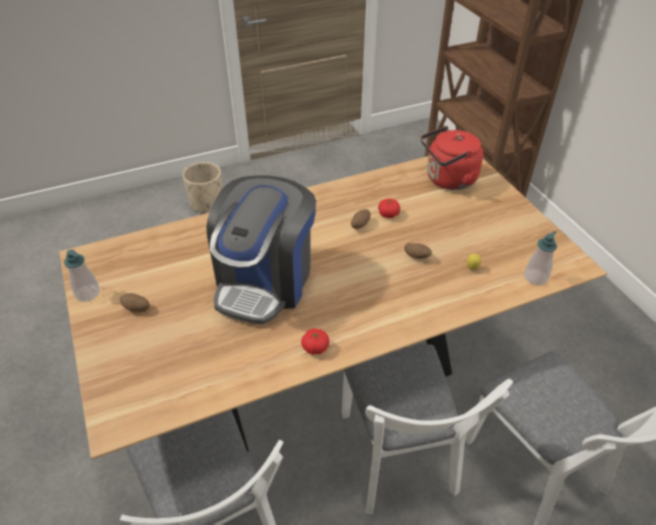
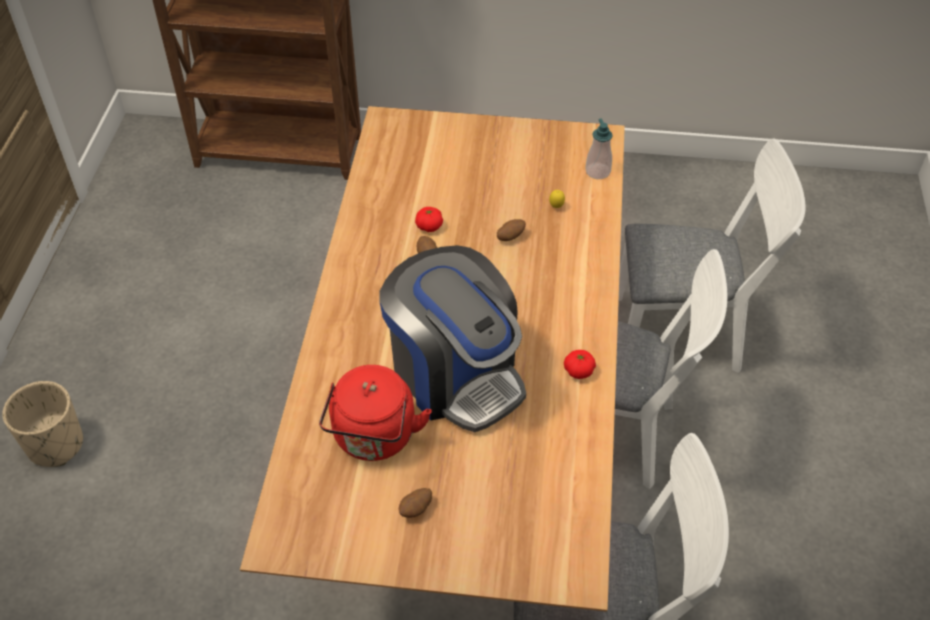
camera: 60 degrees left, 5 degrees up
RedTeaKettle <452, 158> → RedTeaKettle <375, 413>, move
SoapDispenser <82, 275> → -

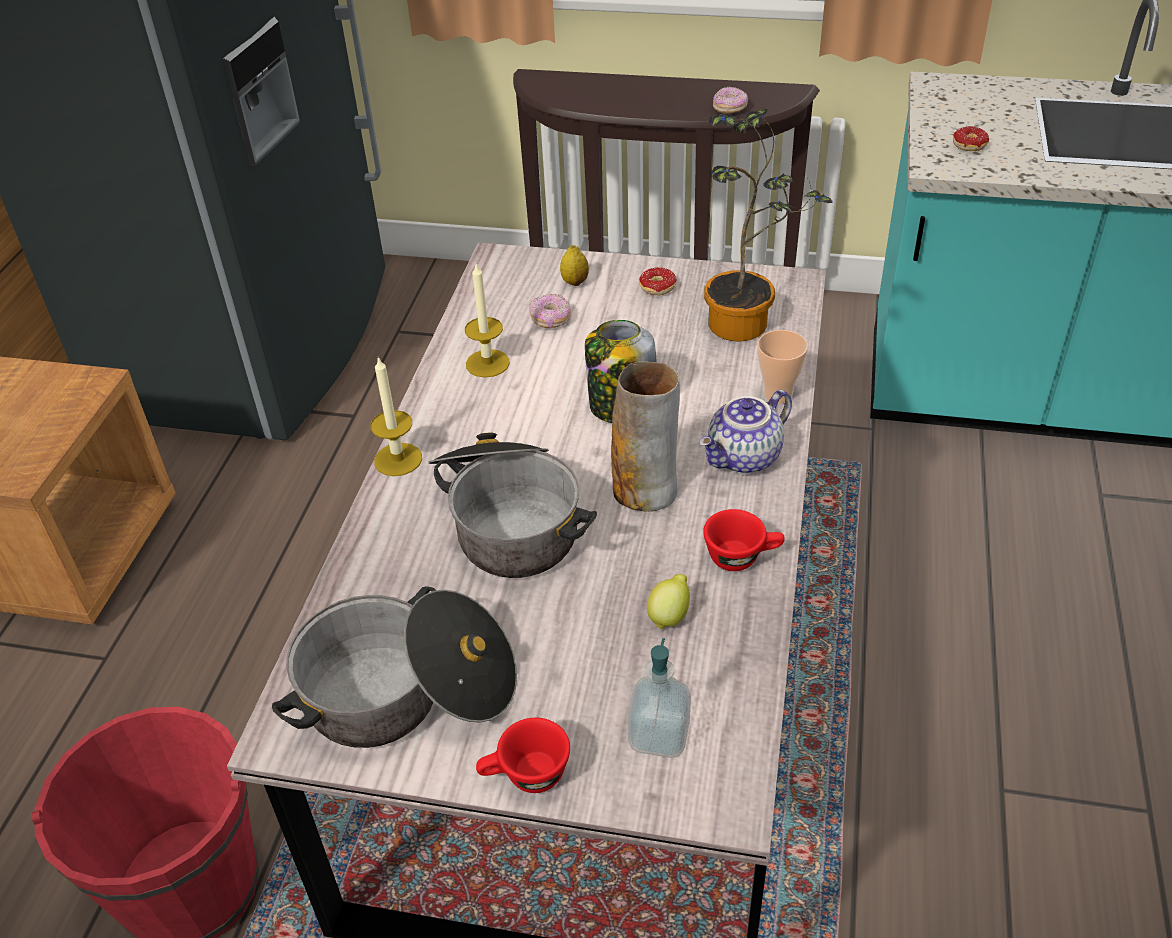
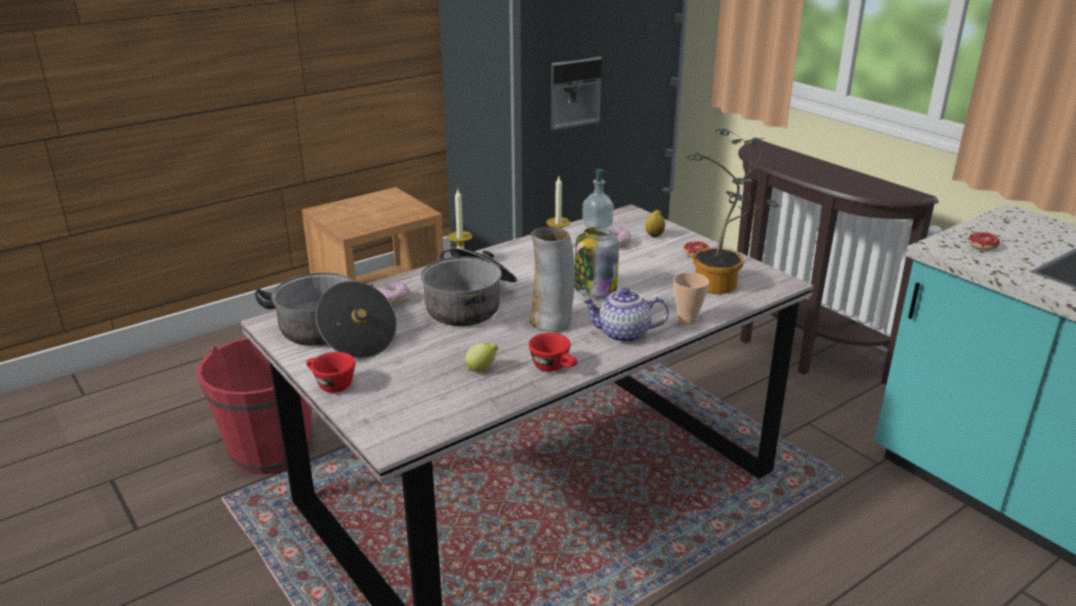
camera: 40 degrees right, 15 degrees down
RingDoughnut <730, 100> → RingDoughnut <394, 293>, move
SoapDispenser <659, 698> → SoapDispenser <598, 198>, move

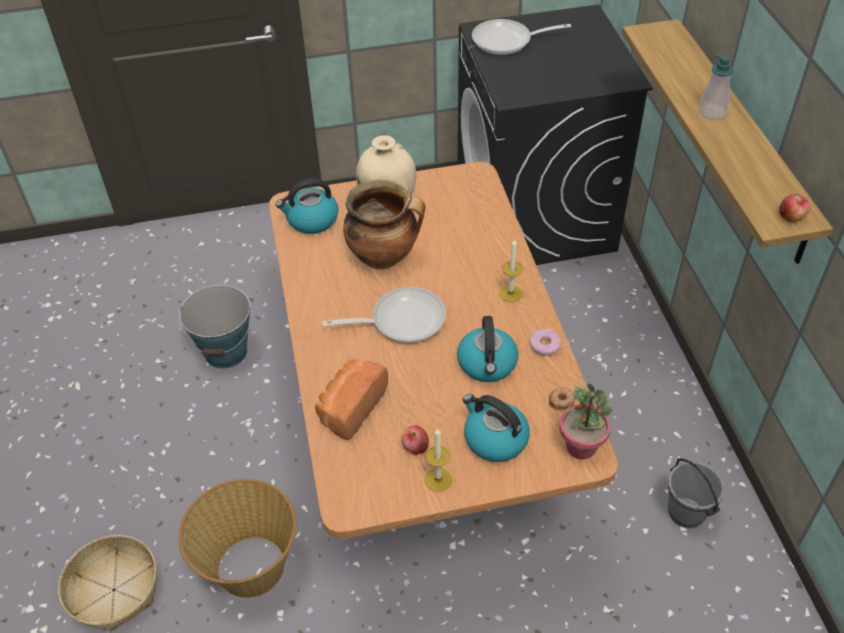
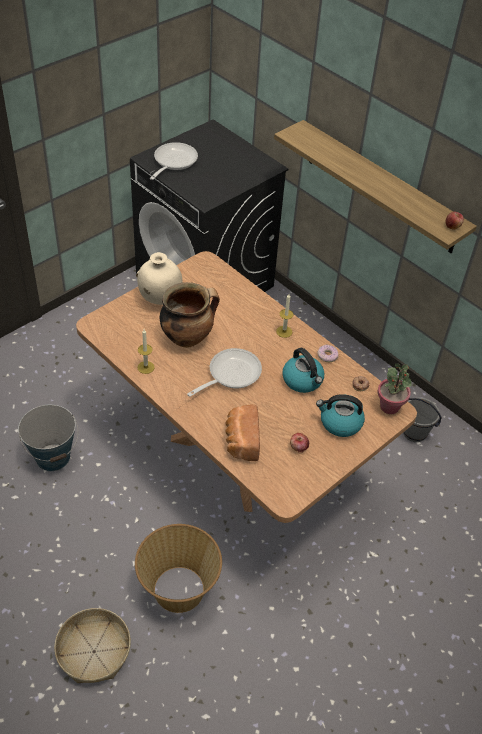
camera: 35 degrees left, 0 degrees up
WaxCandle <438, 460> → WaxCandle <146, 351>, move
FryingPan <521, 37> → FryingPan <174, 161>, 150 degrees clockwise
TeaKettle <307, 206> → -
SoapDispenser <716, 87> → -

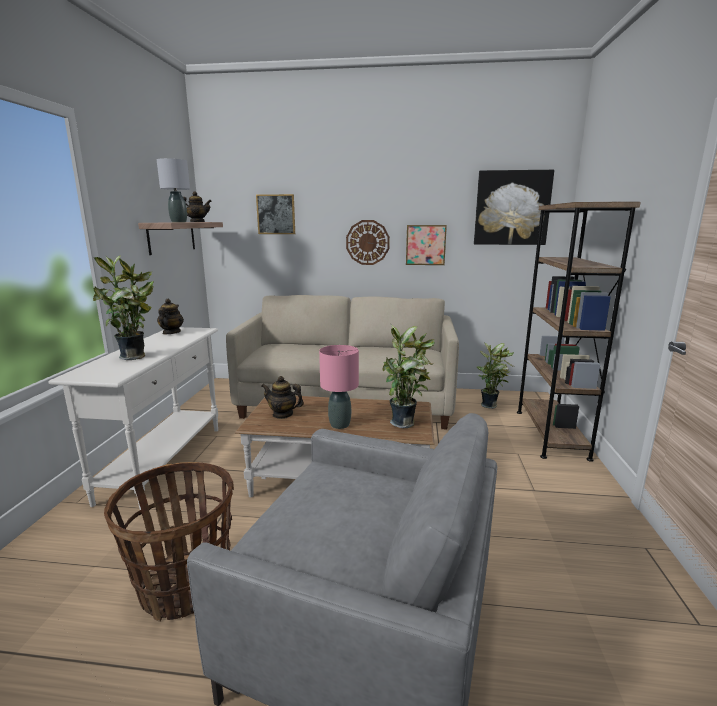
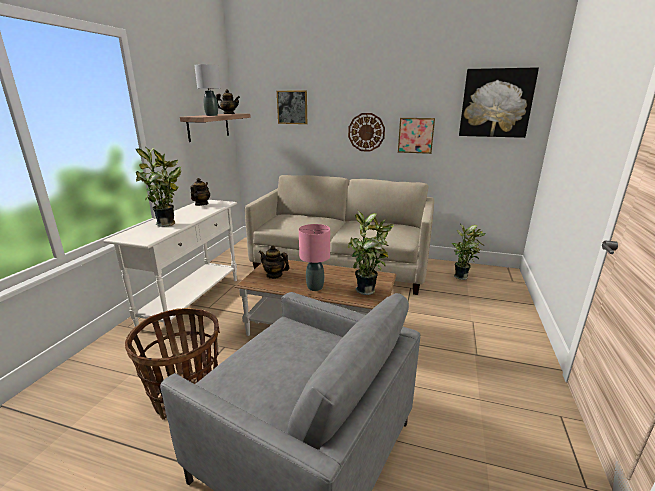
camera: 10 degrees right, 5 degrees up
BrownishBookcase <579, 332> → -

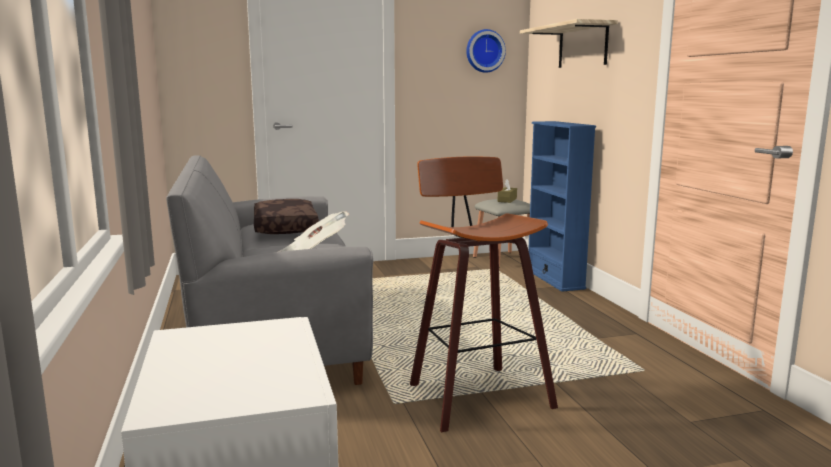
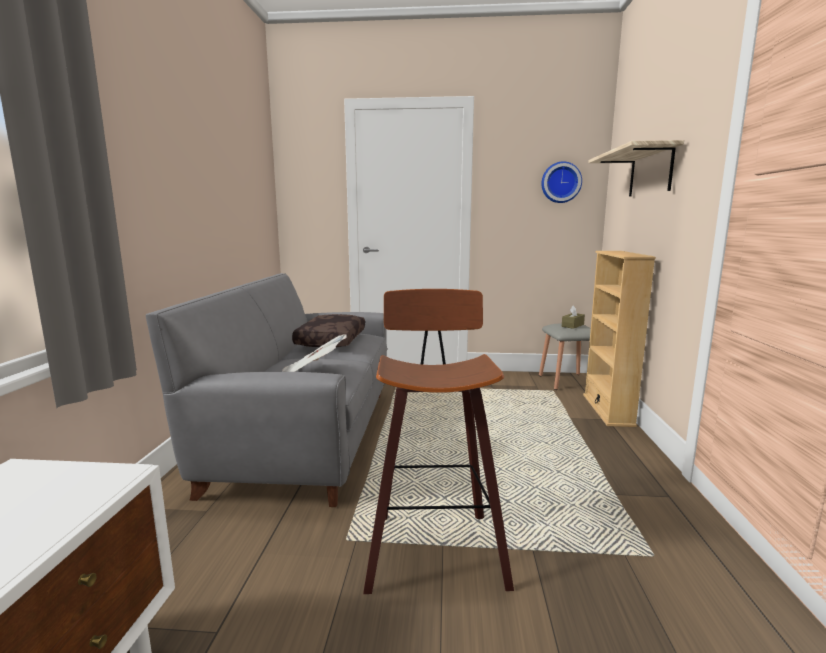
camera: 20 degrees right, 0 degrees up
BluishBookcase <562, 206> → BeigeBookcase <619, 339>

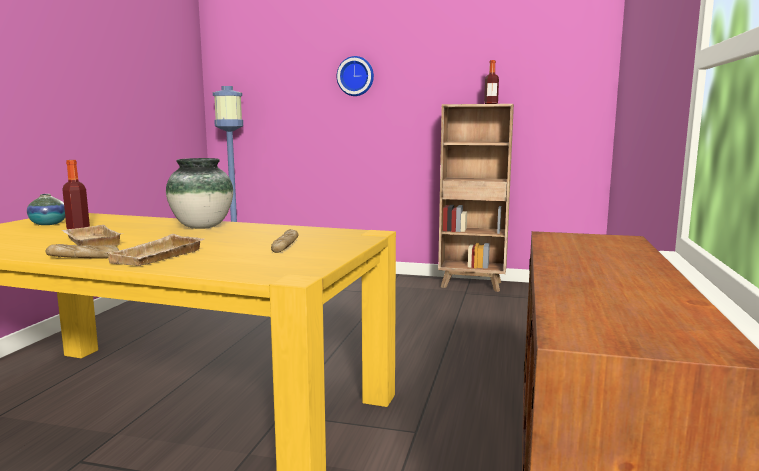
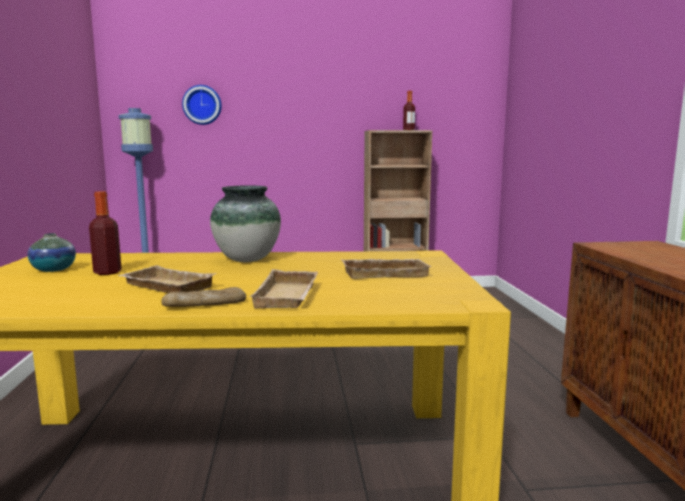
camera: 20 degrees left, 0 degrees up
ClockOnTheWall <355, 76> → ClockOnTheWall <202, 105>, move
BakedBread <285, 241> → BeigeTray <386, 269>

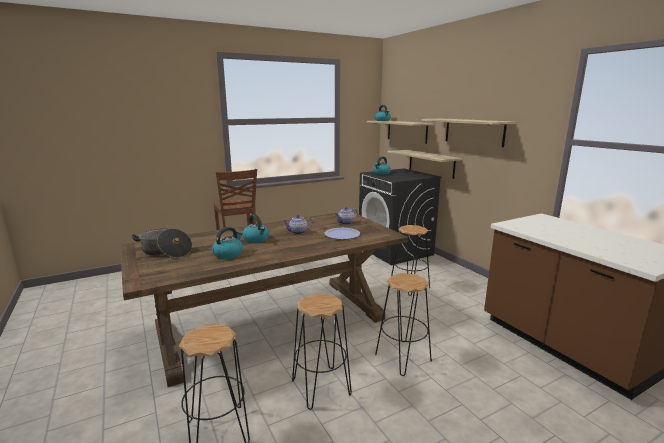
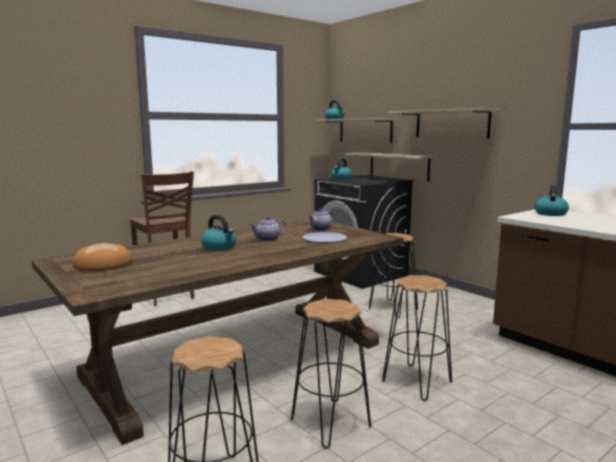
camera: 10 degrees left, 5 degrees down
CookingPot <162, 243> → BakedBread <102, 257>
TeaKettle <227, 243> → TeaKettle <551, 200>, move

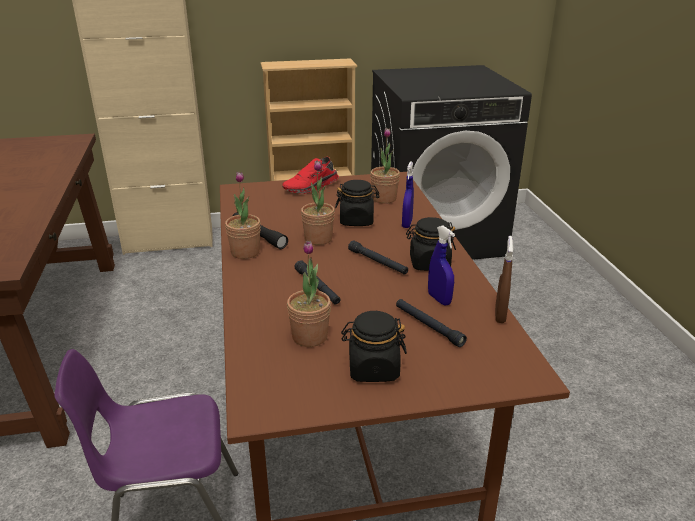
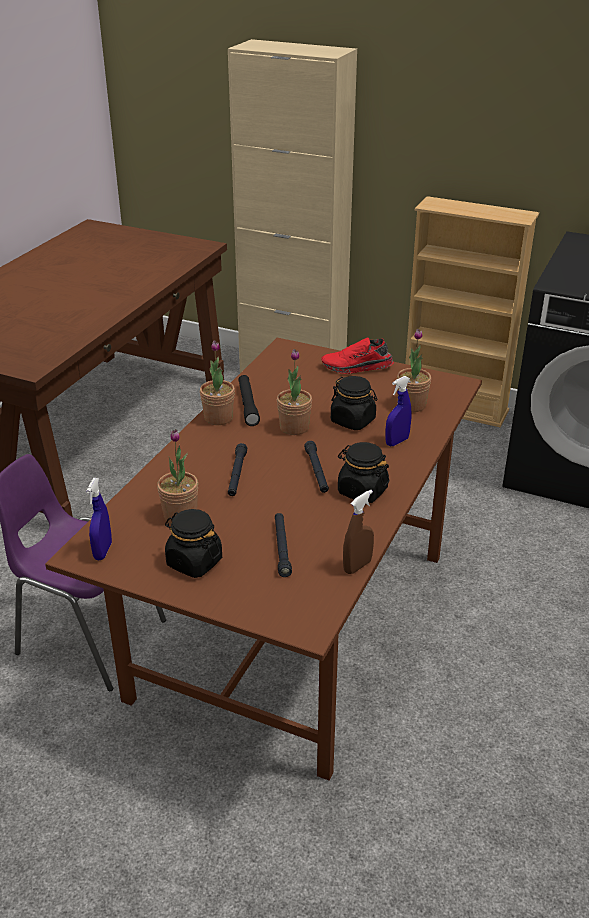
camera: 35 degrees right, 5 degrees up
BluishSprayBottle <441, 265> → BluishSprayBottle <99, 519>, move

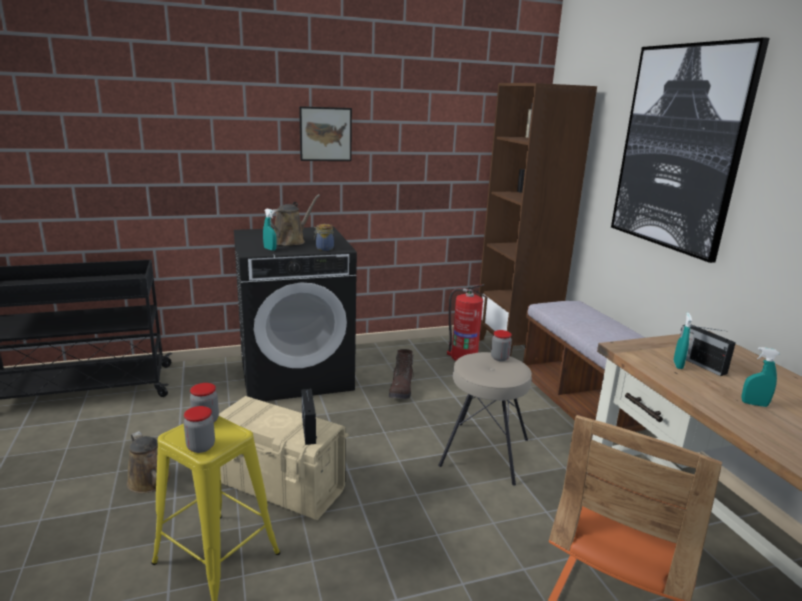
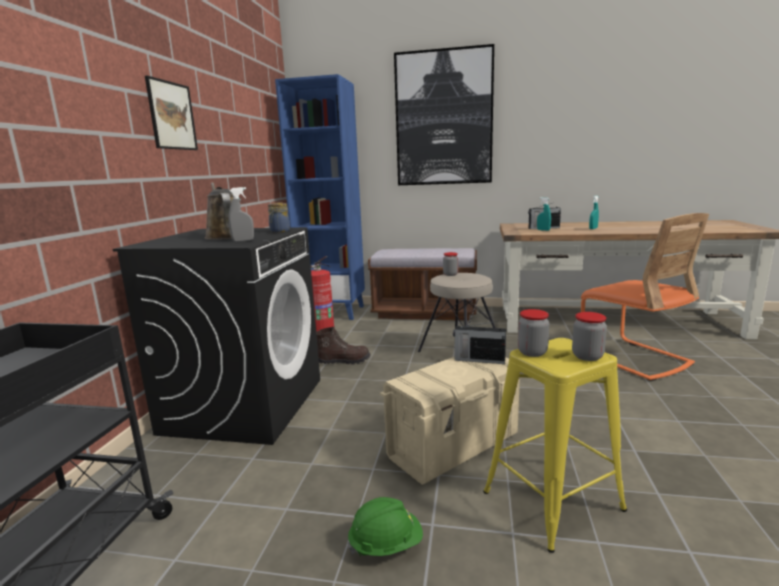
camera: 60 degrees left, 5 degrees down
TurquoiseSprayBottle <270, 229> → GreySprayBottle <241, 214>
BrownishBookcase <538, 219> → BluishBookcase <320, 197>
BrownishBoot <402, 374> → BrownishBoot <343, 345>, 45 degrees counterclockwise
BrownishSprinklingCan <149, 462> → GreenColouredWorkHelmet <385, 526>

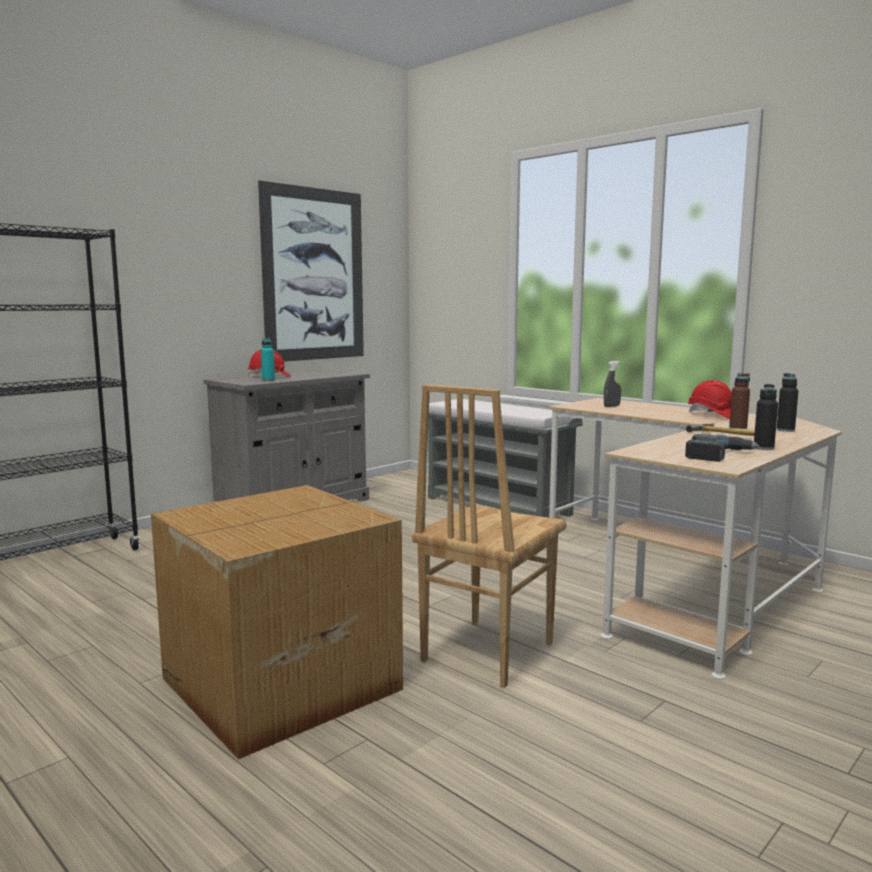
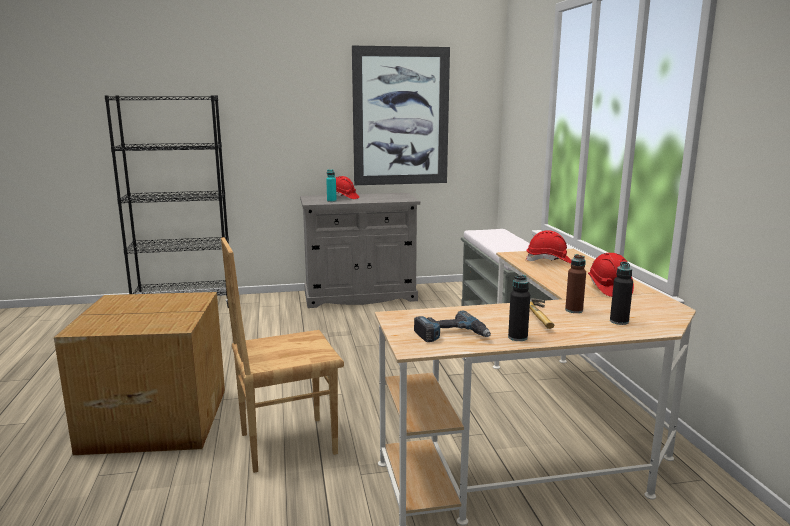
camera: 35 degrees right, 5 degrees up
GreySprayBottle <612, 384> → RedWorkHelmet <548, 247>

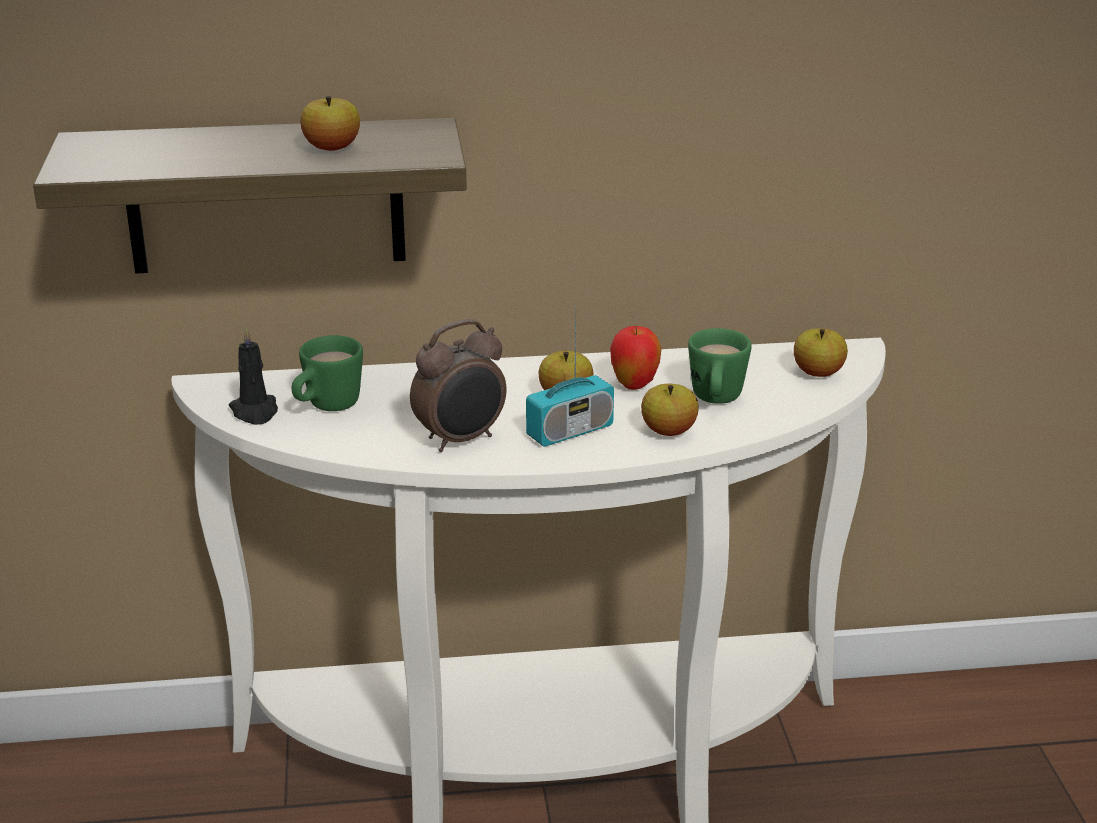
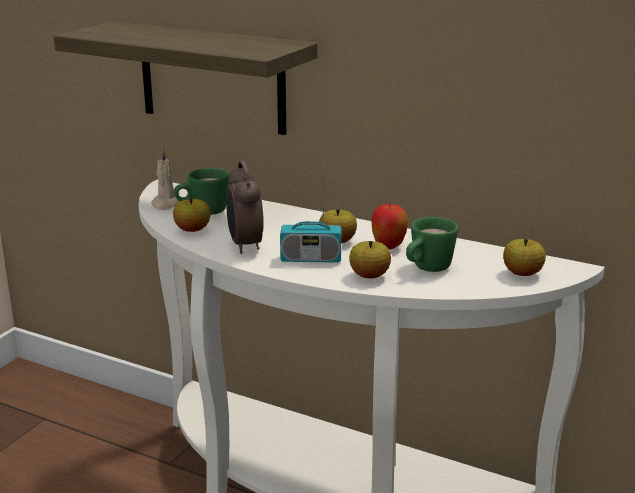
camera: 35 degrees right, 5 degrees down
BlackWaxCandle <253, 376> → BeigeWaxCandle <165, 179>
Apple <330, 123> → Apple <191, 215>, move
AlarmClock <458, 385> → AlarmClock <245, 207>, 75 degrees clockwise

